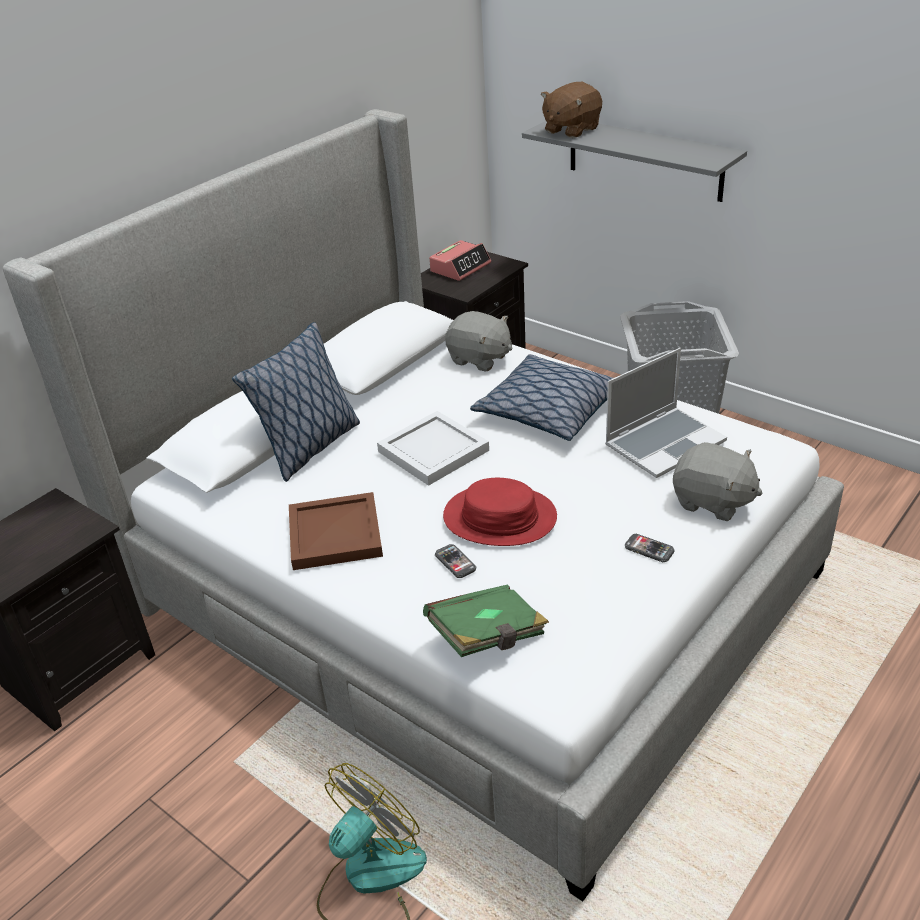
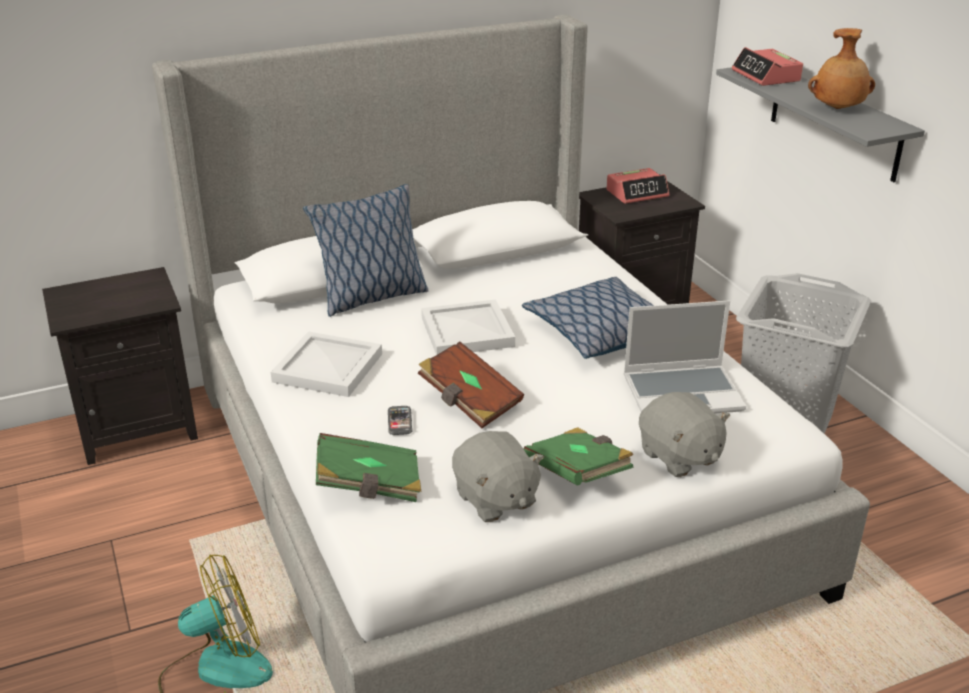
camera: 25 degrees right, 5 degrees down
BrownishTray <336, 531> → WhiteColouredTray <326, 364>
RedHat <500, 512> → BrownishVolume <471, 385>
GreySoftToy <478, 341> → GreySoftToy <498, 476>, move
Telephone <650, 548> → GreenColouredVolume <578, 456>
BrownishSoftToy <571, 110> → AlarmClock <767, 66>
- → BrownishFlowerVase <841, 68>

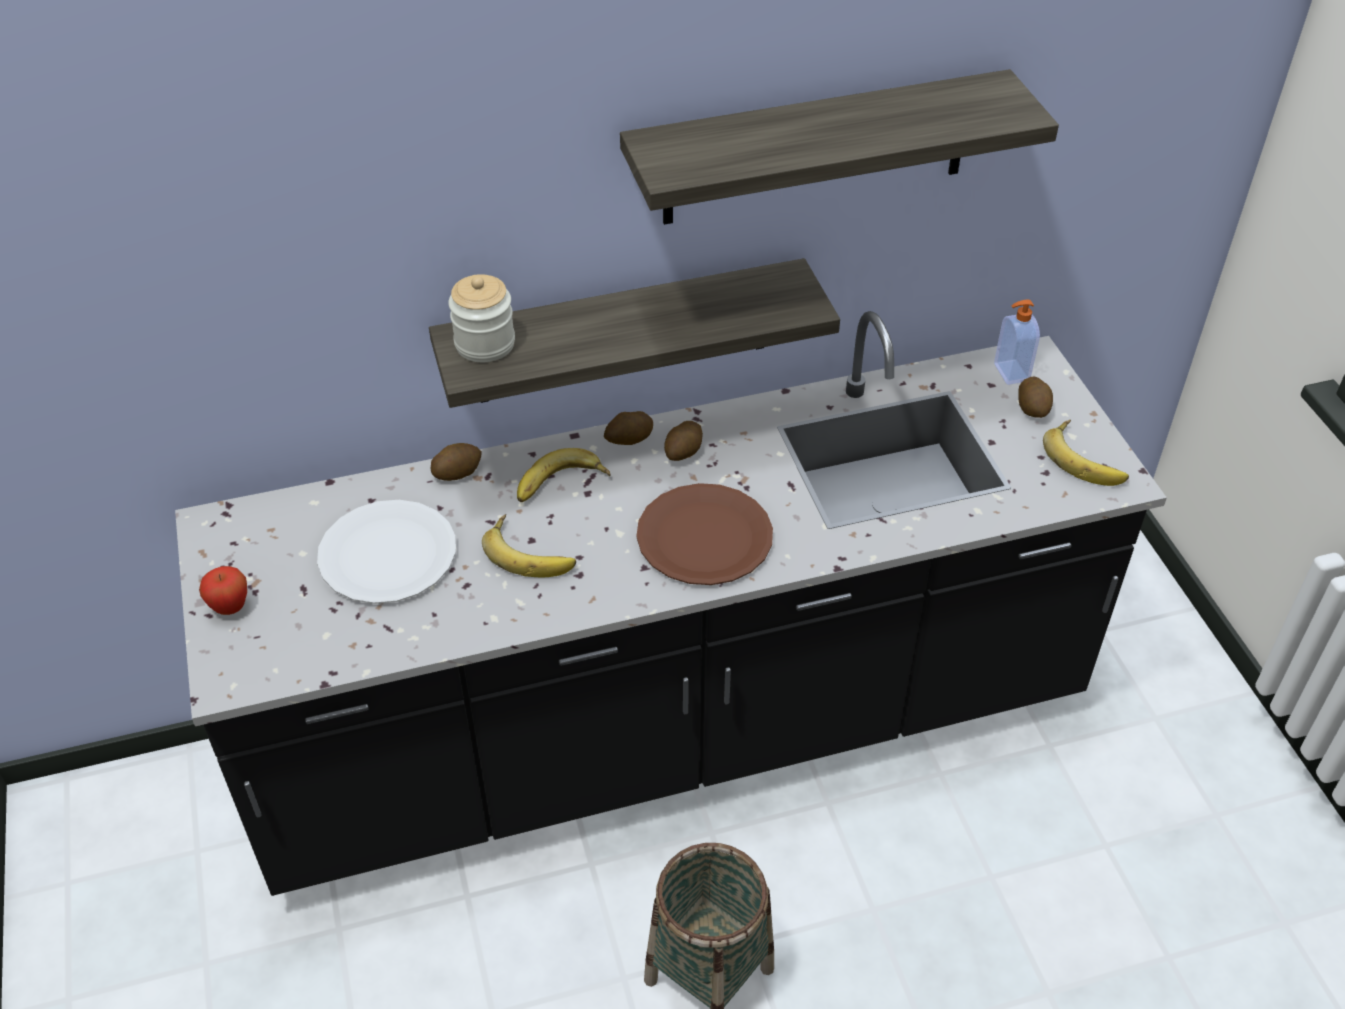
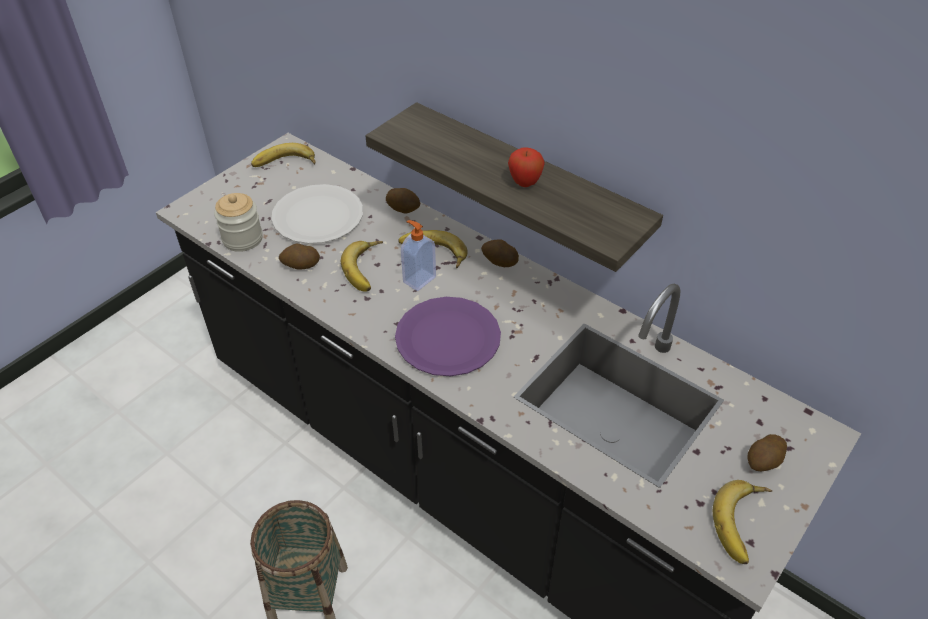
camera: 55 degrees right, 0 degrees up
Jar <481, 318> → Jar <238, 222>, move
- → WholeBanana <283, 155>
Potato <683, 441> → Potato <299, 256>, move
BrownishPlate <704, 534> → PurpleColouredPlate <448, 336>
SoapDispenser <1017, 342> → SoapDispenser <418, 255>, move
Apple <223, 590> → Apple <526, 167>, move
BracketShelf <839, 147> → -

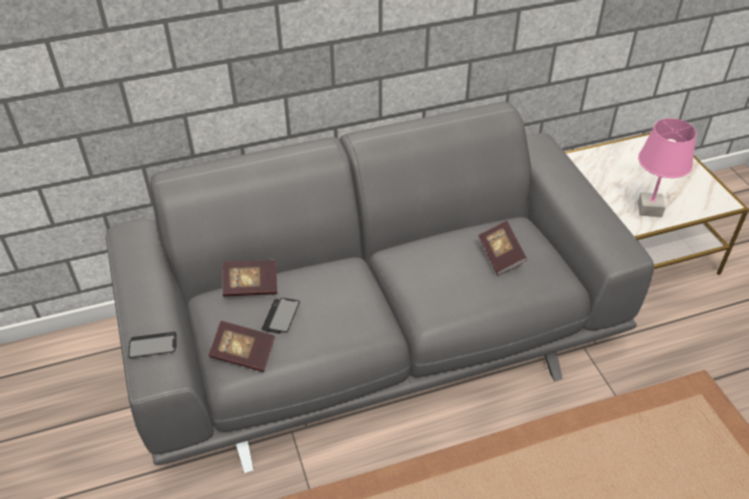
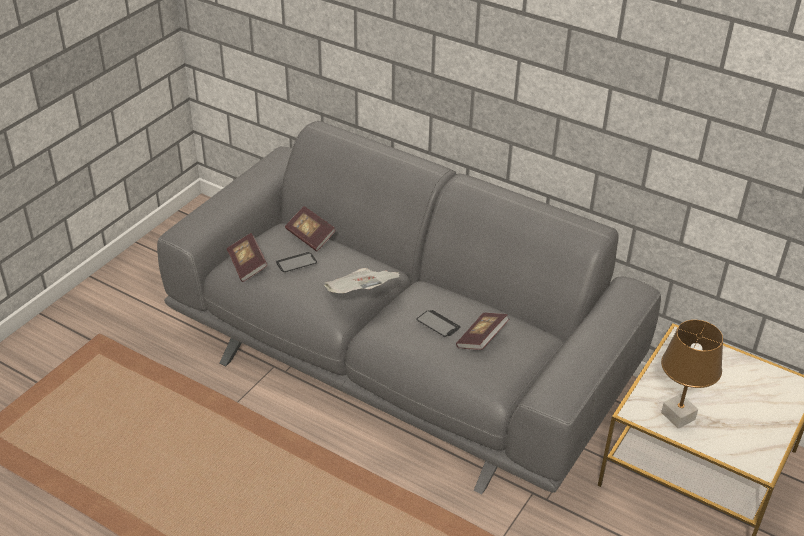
camera: 50 degrees right, 5 degrees down
- → PrintedPaper <362, 280>
Telephone <152, 345> → Telephone <438, 323>, move
PinkTableLamp <667, 167> → BrownishTableLamp <692, 374>

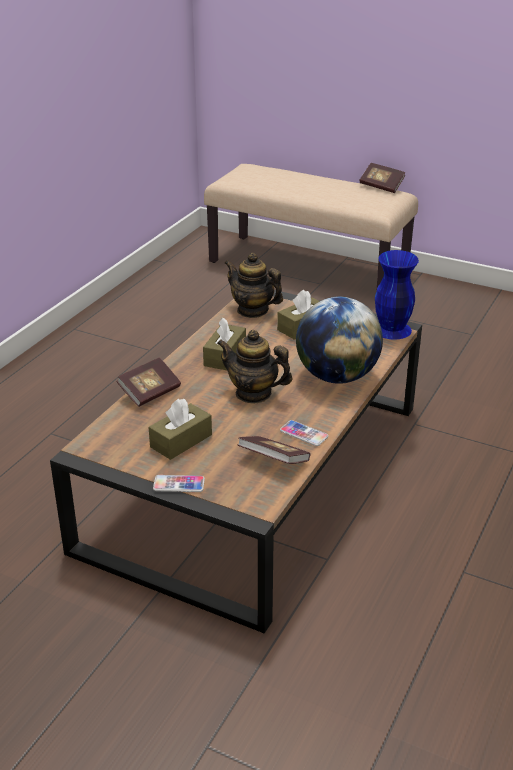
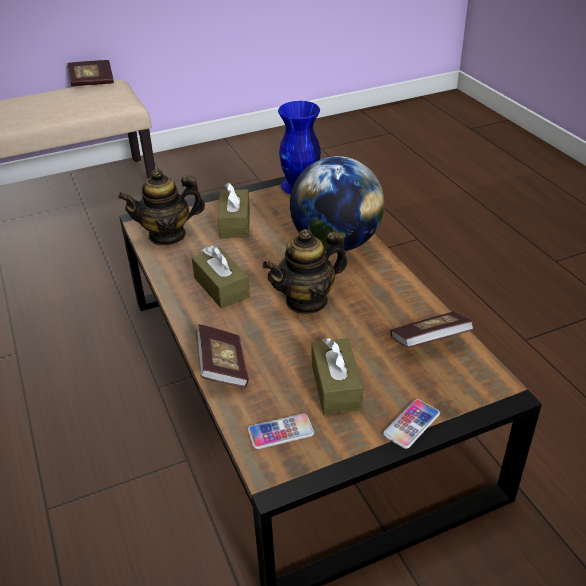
camera: 50 degrees left, 5 degrees up
Telephone <304, 433> → Telephone <281, 431>, move

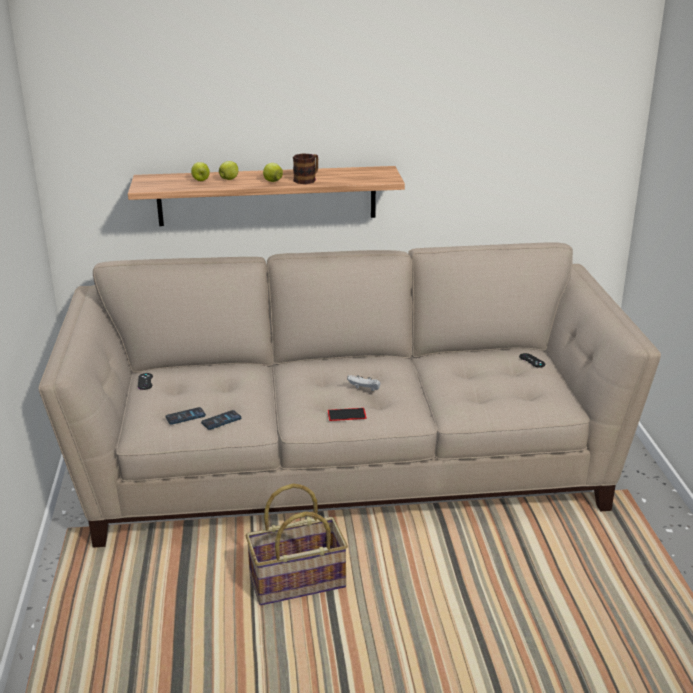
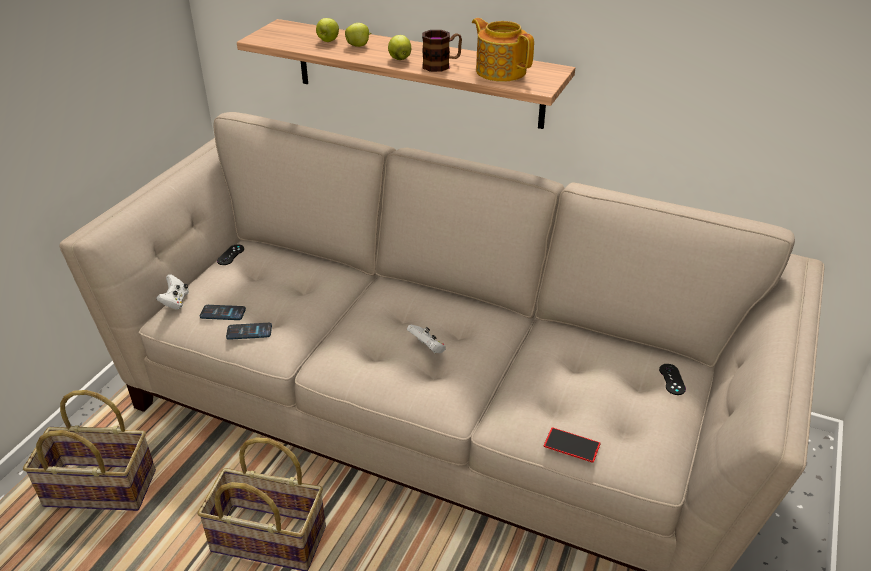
camera: 30 degrees right, 10 degrees up
- → HouseholdBasket <89, 450>
- → WhiteColouredJoypad <172, 292>
- → Teapot <503, 50>
Telephone <347, 414> → Telephone <572, 445>, move

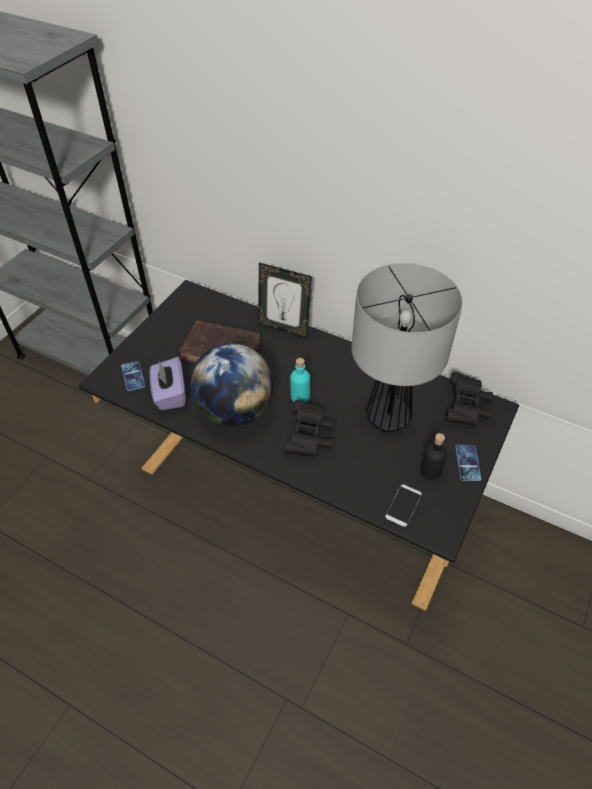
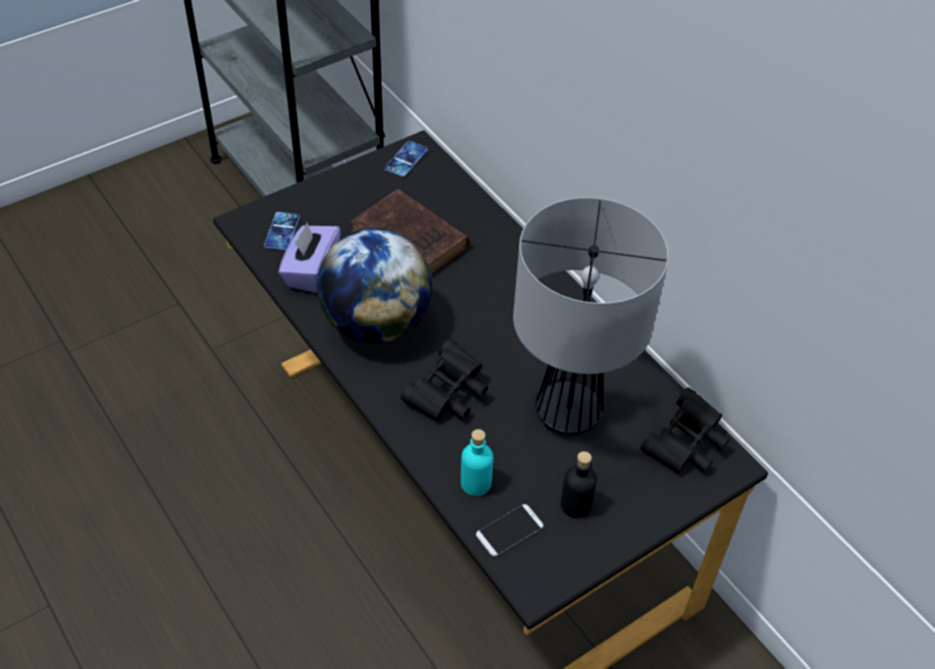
camera: 25 degrees right, 0 degrees up
Telephone <468, 463> → Telephone <406, 159>, move
TurquoiseBeverageBottle <300, 380> → TurquoiseBeverageBottle <477, 462>, move
PhotoFrame <285, 300> → -

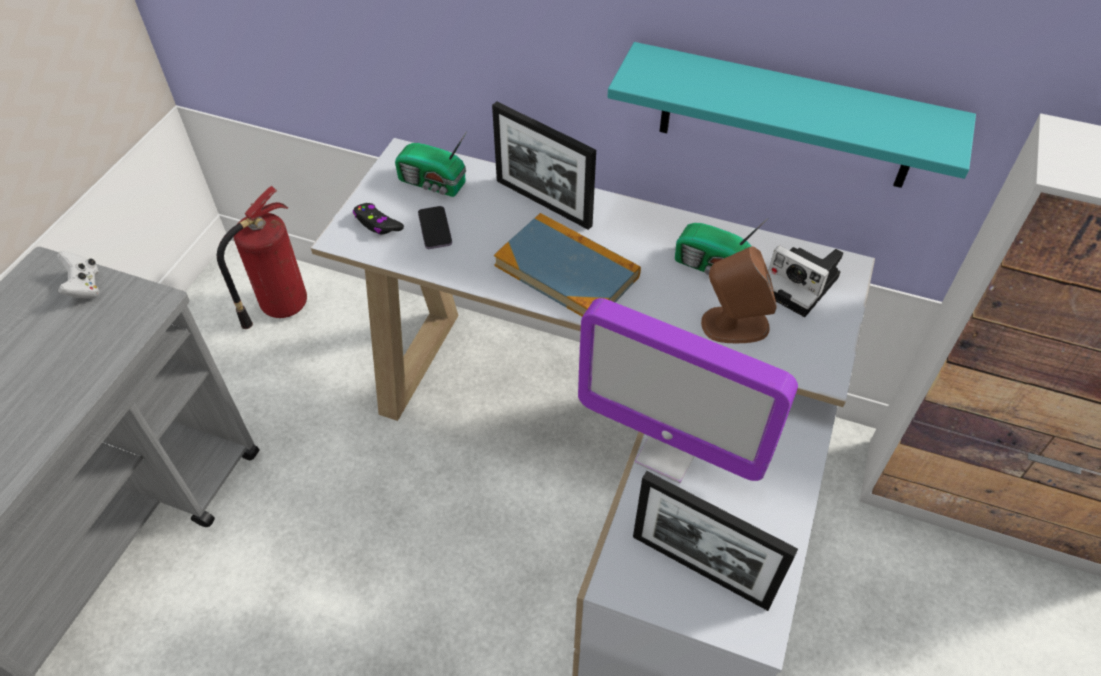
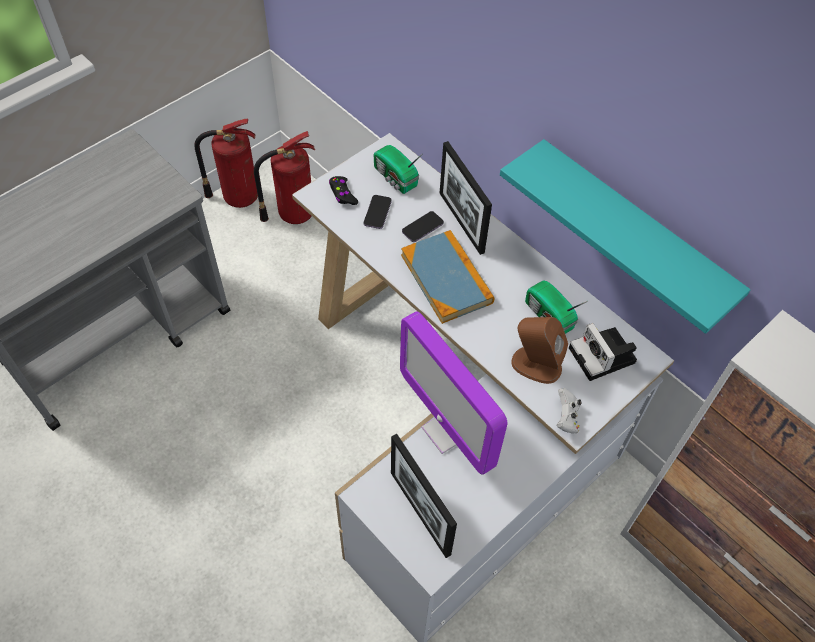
camera: 25 degrees right, 5 degrees up
- → FireFightingCylinder <226, 163>
- → Telephone <423, 226>
WhiteColouredJoypad <78, 275> → WhiteColouredJoypad <569, 411>, move

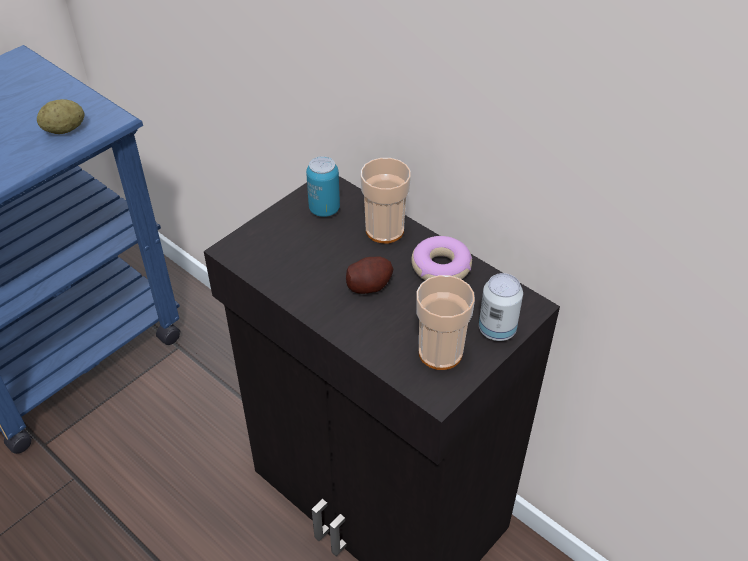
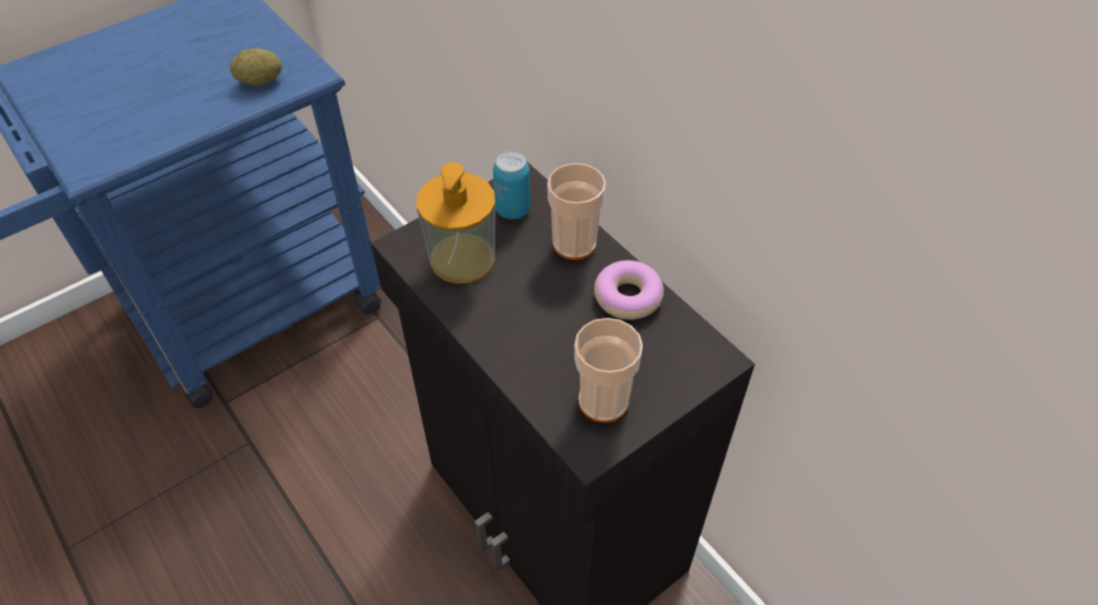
camera: 10 degrees right, 5 degrees up
- → SoapDispenser <456, 223>
Potato <369, 275> → -
MetalCan <501, 307> → -

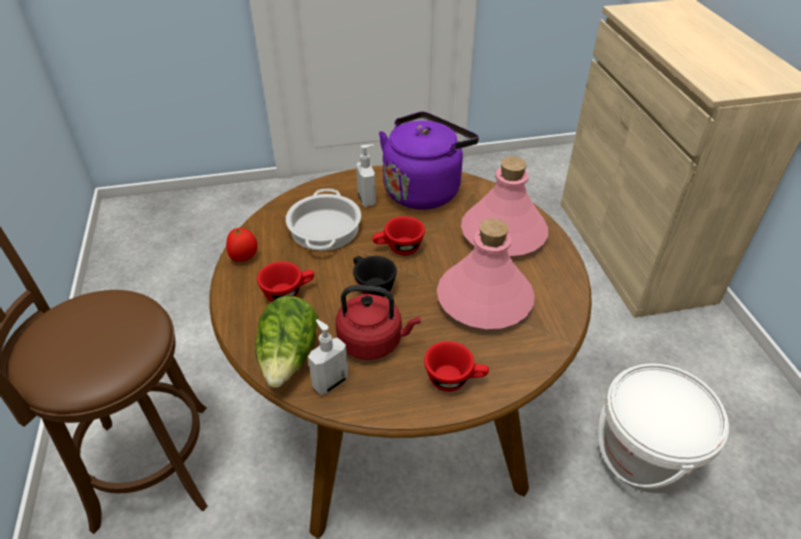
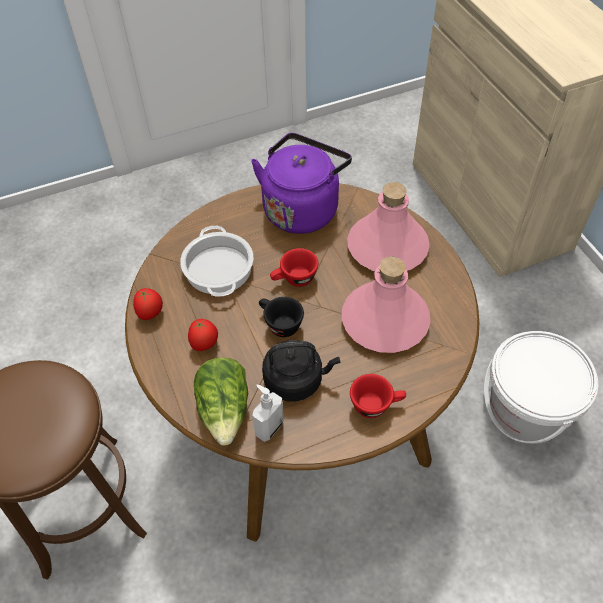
camera: 10 degrees left, 10 degrees up
RedSmallCup <285, 281> → WholeTomato <203, 335>
RedTeaKettle <378, 322> → BlackTeaKettle <301, 371>
SoapDispenser <366, 175> → -

